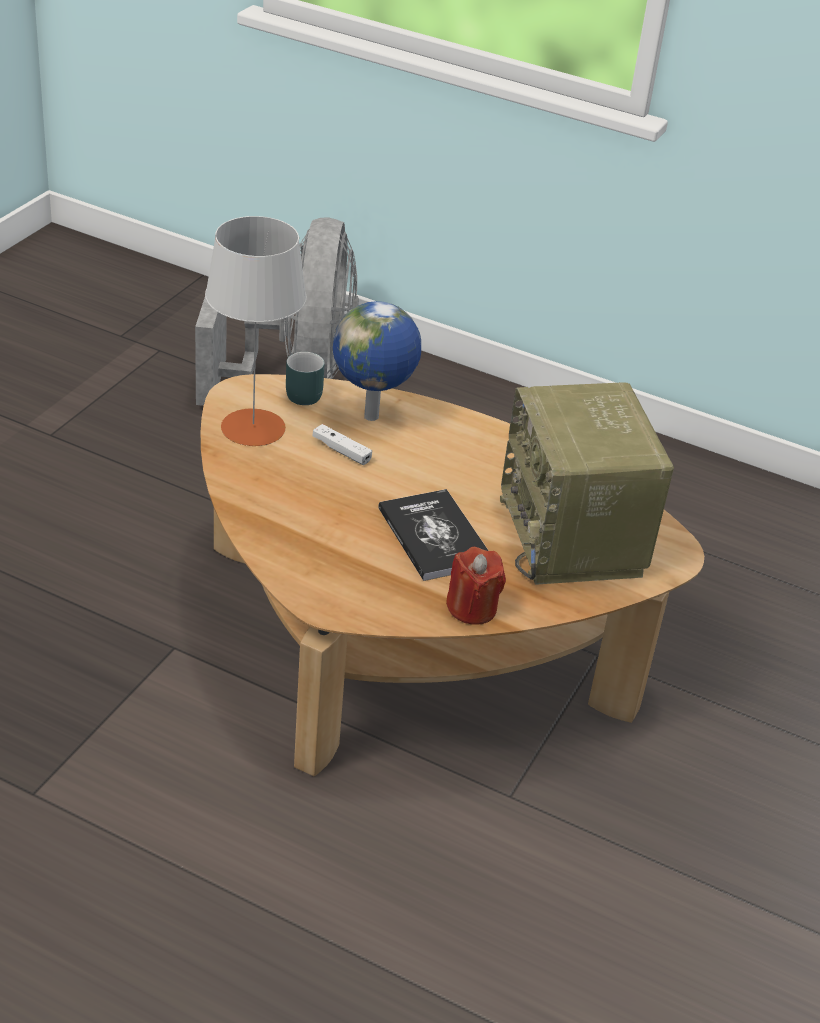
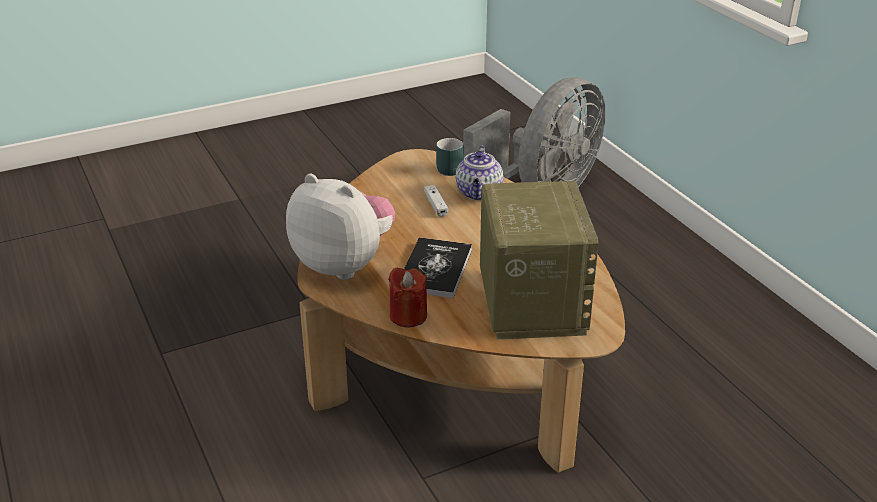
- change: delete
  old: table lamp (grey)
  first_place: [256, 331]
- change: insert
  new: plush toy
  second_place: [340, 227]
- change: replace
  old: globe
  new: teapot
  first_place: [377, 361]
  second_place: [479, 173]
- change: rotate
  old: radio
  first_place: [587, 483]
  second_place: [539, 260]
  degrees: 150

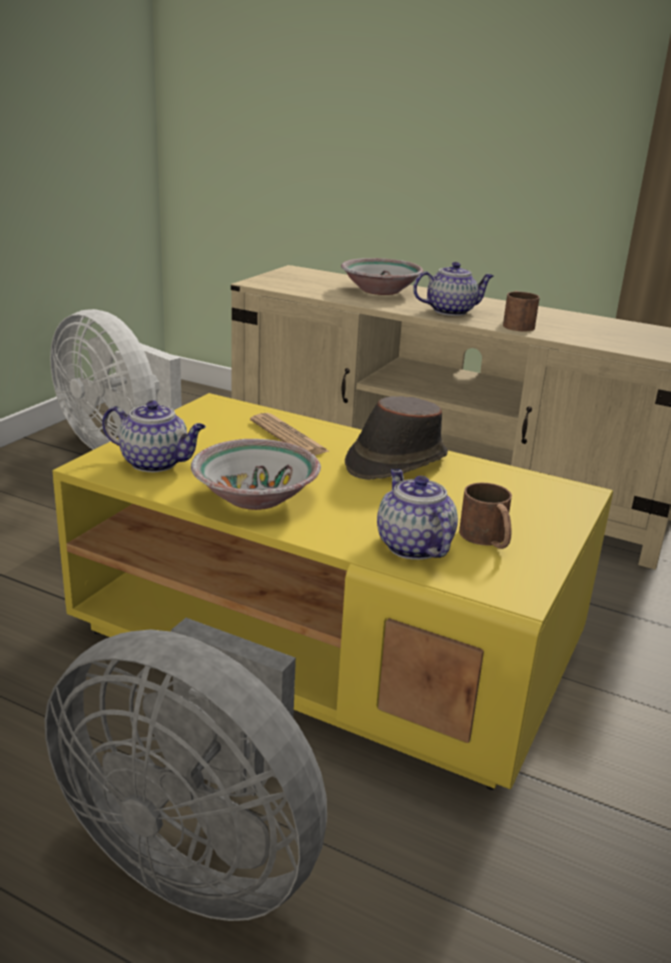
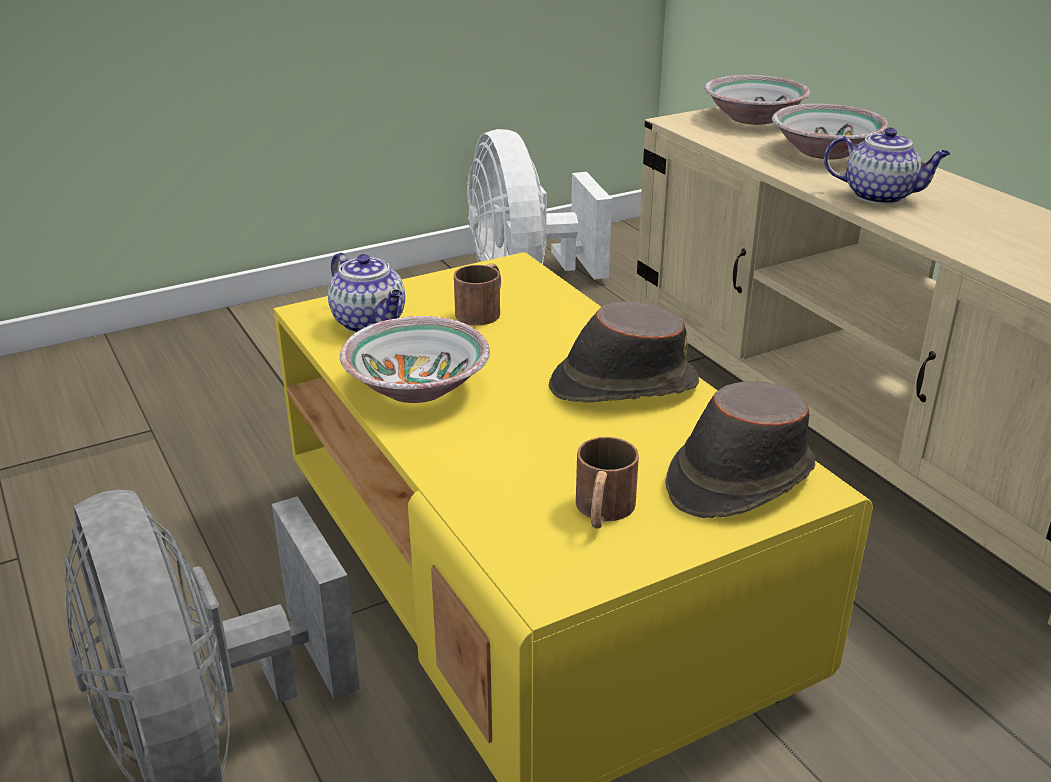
- change: delete
  old: newspaper
  first_place: [290, 434]
- change: delete
  old: teapot
  first_place: [417, 514]
- change: insert
  new: hat (brown)
  second_place: [740, 449]
- change: insert
  new: bowl
  second_place: [757, 100]
- change: move
  old: mug (brown)
  first_place: [521, 311]
  second_place: [477, 294]

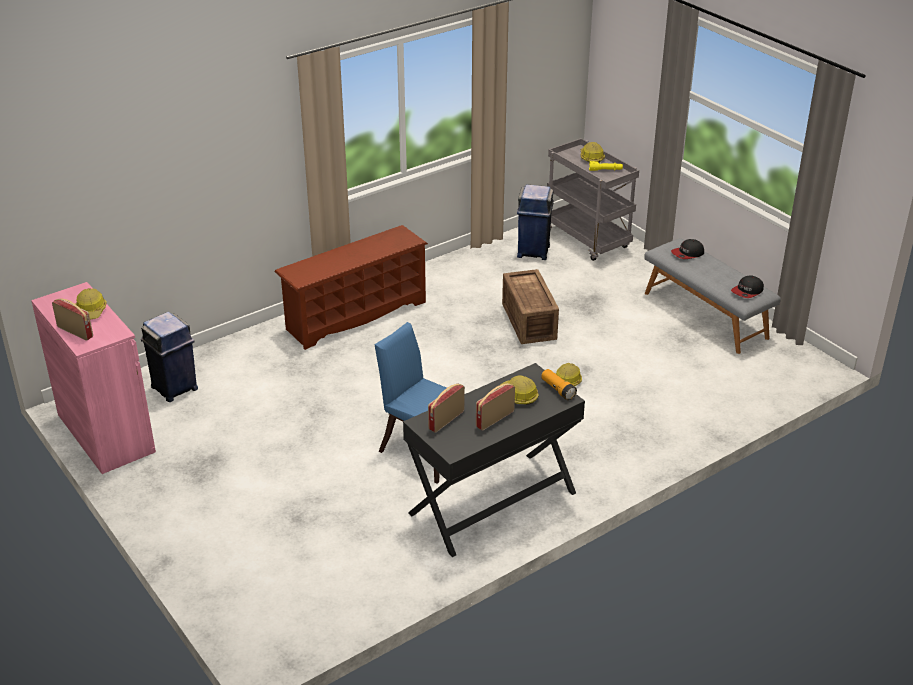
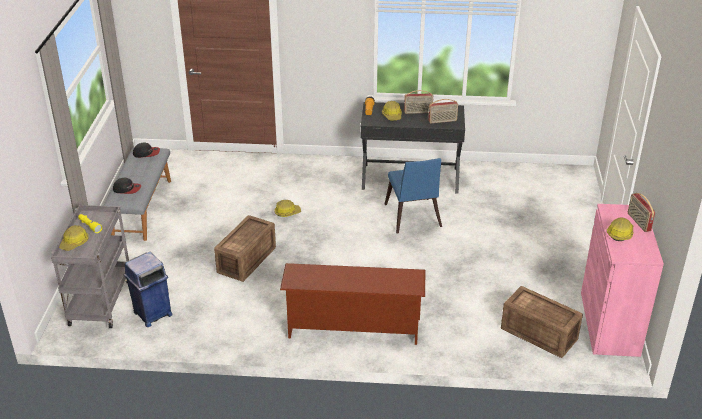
- change: replace
  old: trash can (blue)
  new: crate
  first_place: [169, 357]
  second_place: [542, 322]

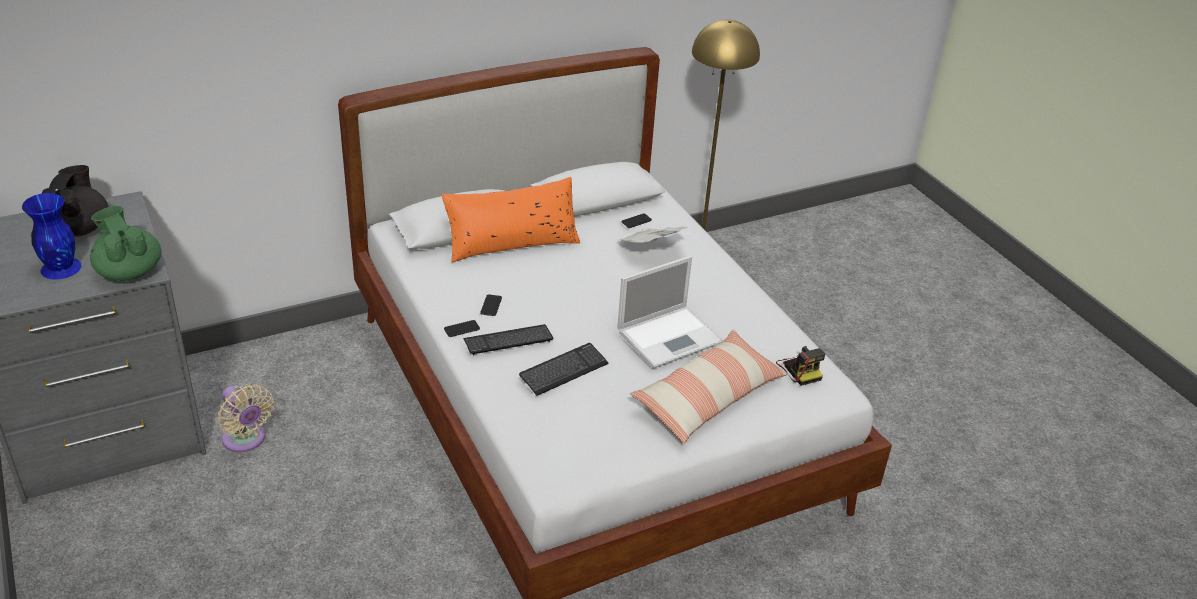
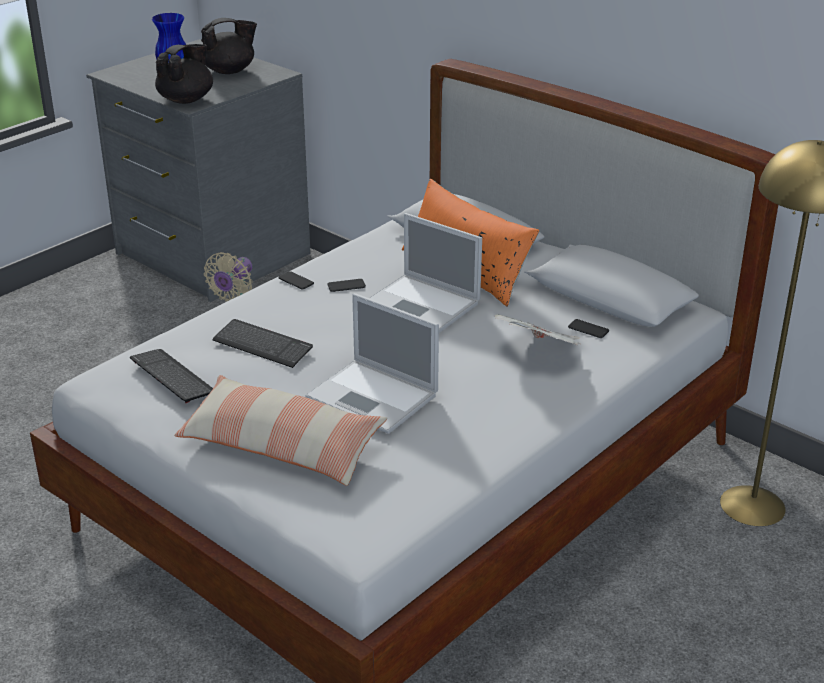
- change: delete
  old: photo camera
  first_place: [800, 366]
- change: insert
  new: laptop
  second_place: [425, 273]
- change: move
  old: keyboard
  first_place: [508, 339]
  second_place: [171, 376]
- change: recolor
  old: teapot (green)
  new: teapot (black)
  first_place: [125, 243]
  second_place: [184, 74]

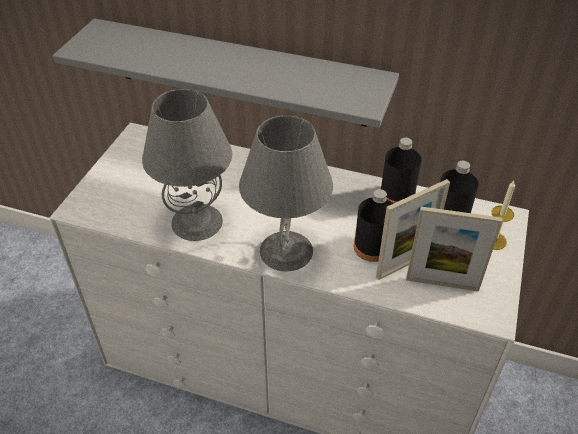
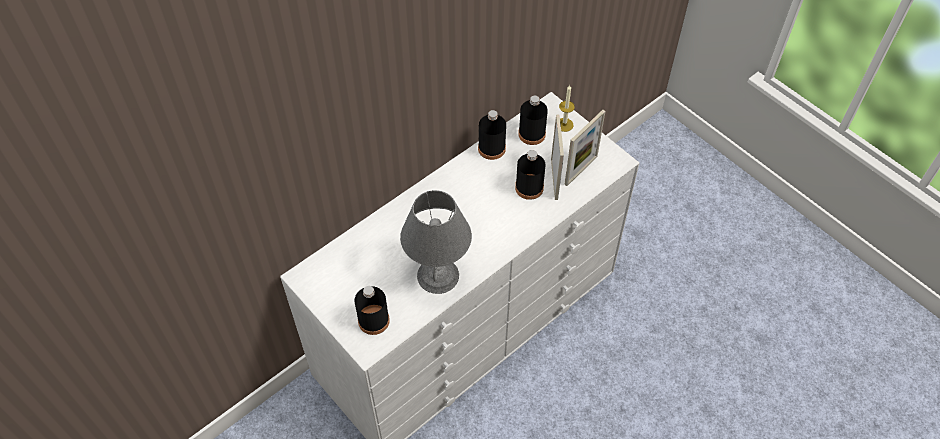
- change: delete
  old: shelf (grey)
  first_place: [225, 73]
- change: delete
  old: table lamp (grey)
  first_place: [286, 193]
- change: insert
  new: bottle (black)
  second_place: [372, 310]

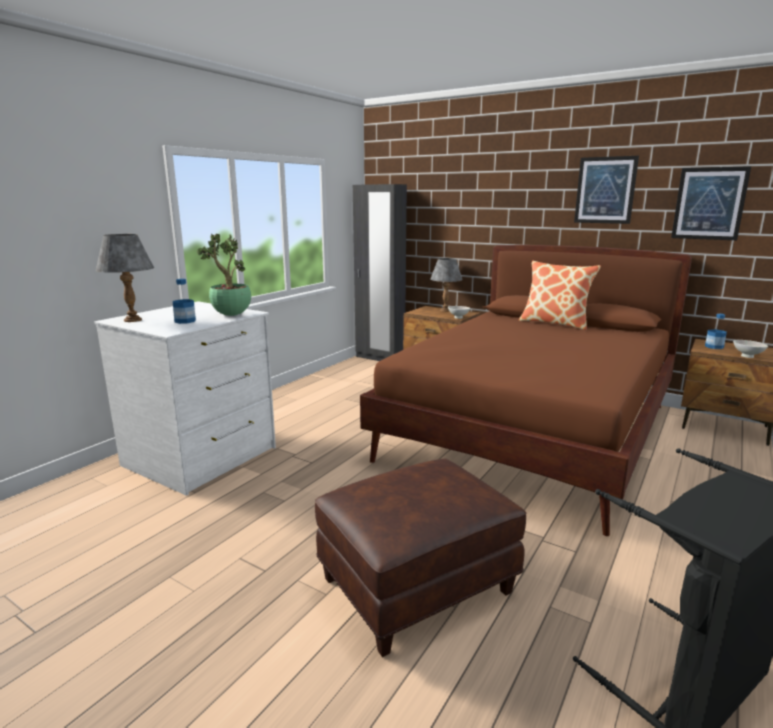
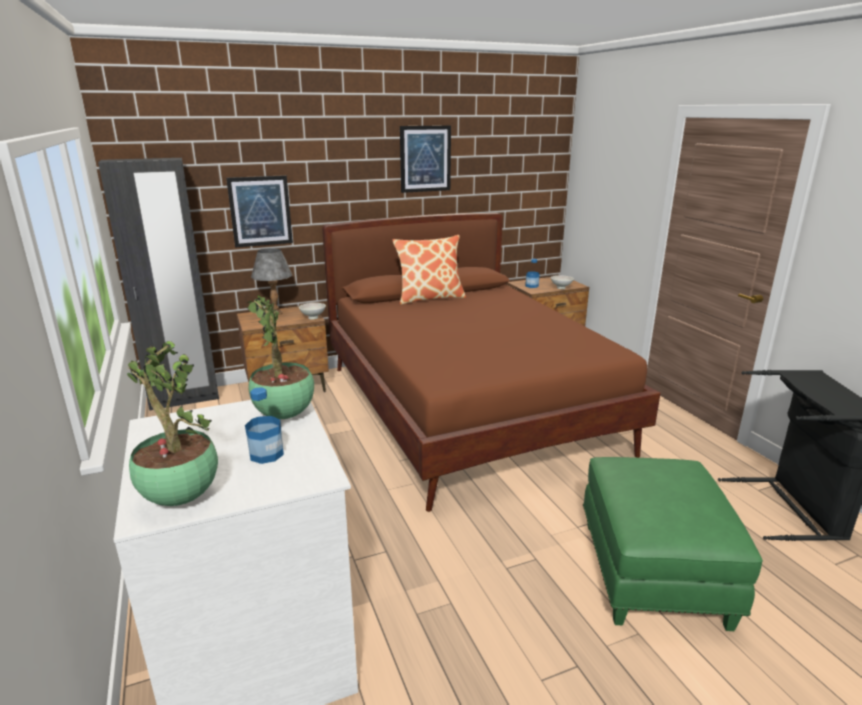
- change: move
  old: picture
  first_place: [711, 203]
  second_place: [259, 211]
- change: replace
  old: table lamp (grey)
  new: potted plant
  first_place: [125, 278]
  second_place: [172, 423]
- change: recolor
  old: ottoman (brown)
  new: ottoman (green)
  first_place: [420, 558]
  second_place: [673, 544]

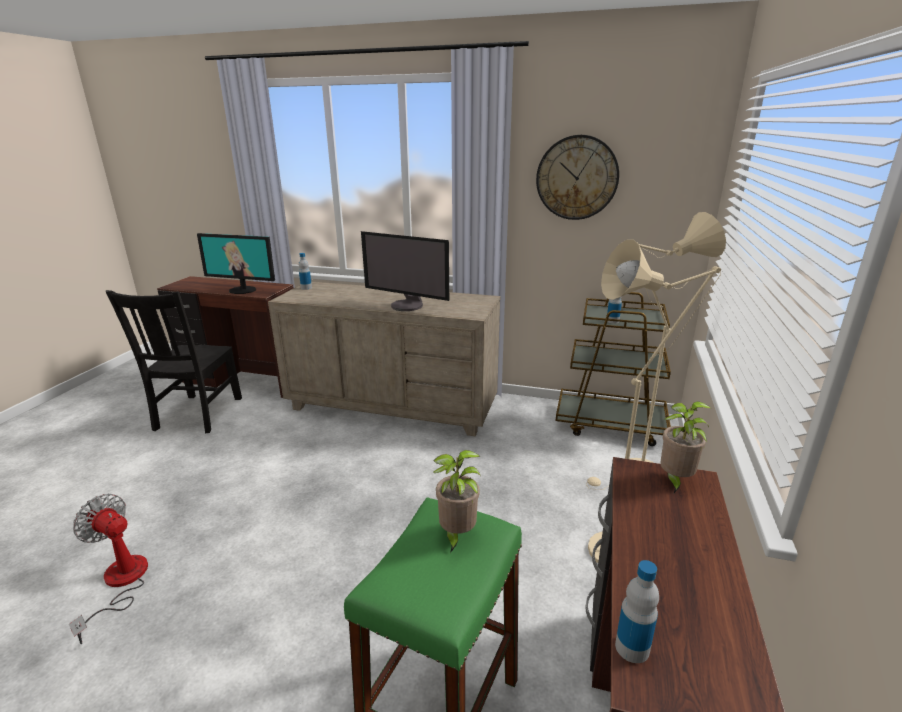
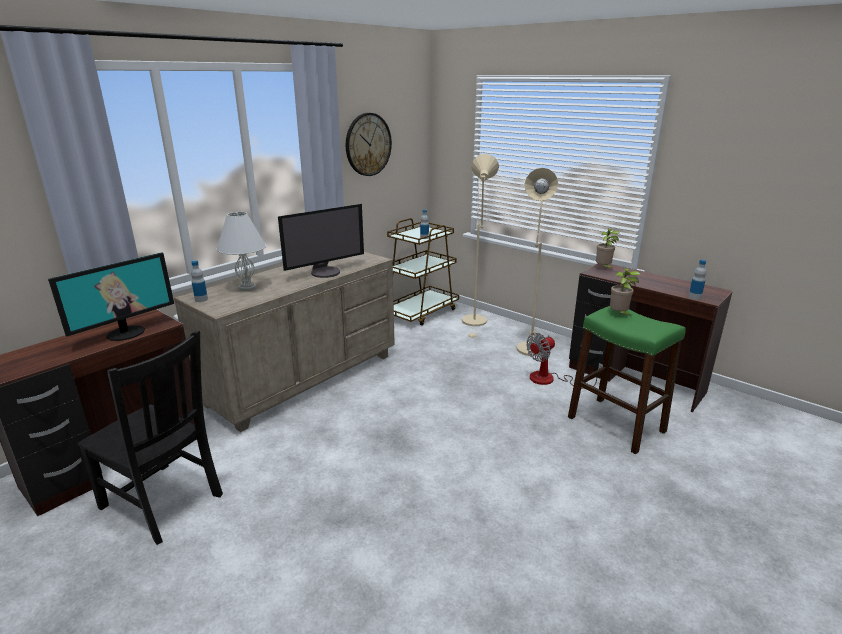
- change: insert
  new: table lamp (white)
  second_place: [241, 251]
- change: move
  old: fan
  first_place: [108, 569]
  second_place: [564, 361]

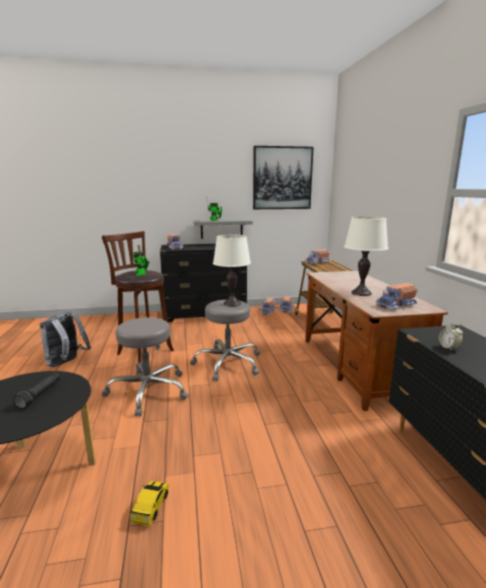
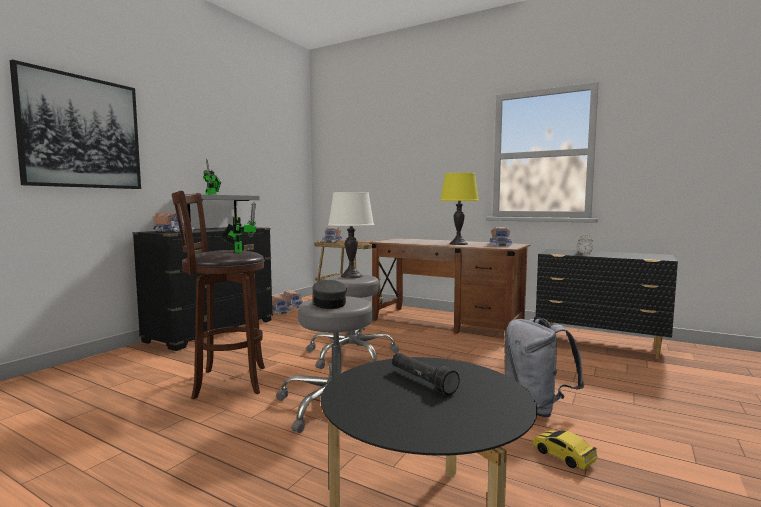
- change: insert
  new: cap (grey)
  second_place: [329, 294]
- change: move
  old: backpack (grey)
  first_place: [65, 339]
  second_place: [544, 367]
- change: move
  old: picture
  first_place: [283, 177]
  second_place: [75, 124]
- change: recolor
  old: table lamp (white)
  new: table lamp (yellow)
  first_place: [366, 256]
  second_place: [459, 209]

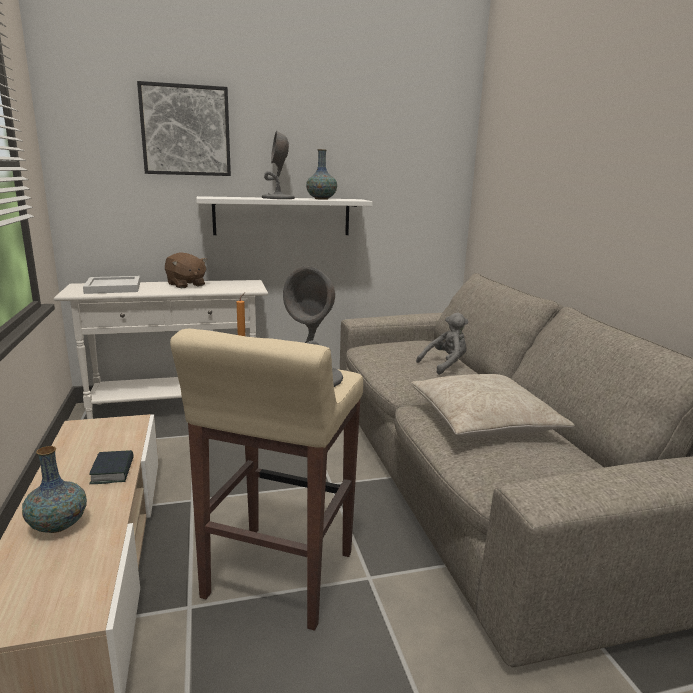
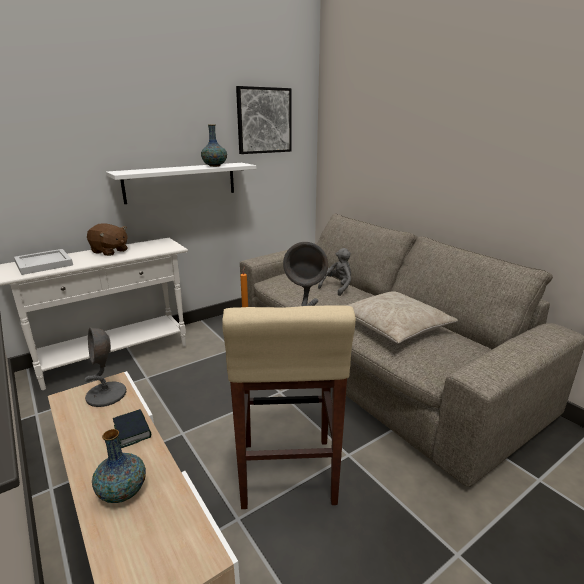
- change: move
  old: picture
  first_place: [184, 128]
  second_place: [264, 120]
- change: move
  old: table lamp (grey)
  first_place: [278, 165]
  second_place: [105, 367]

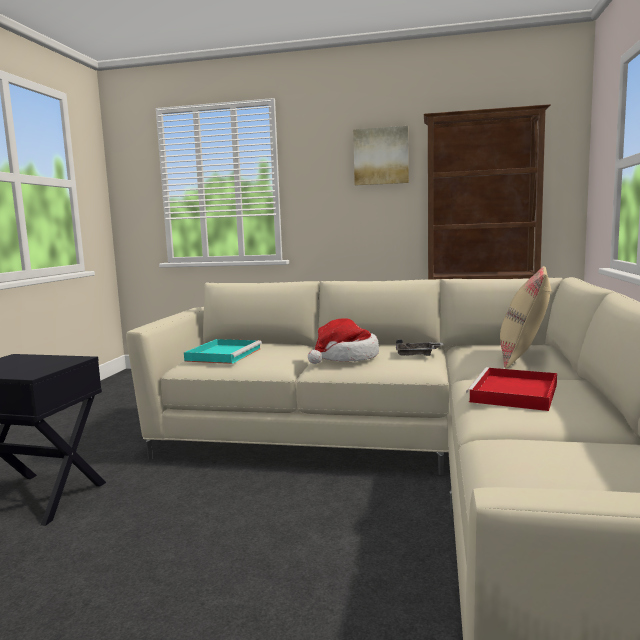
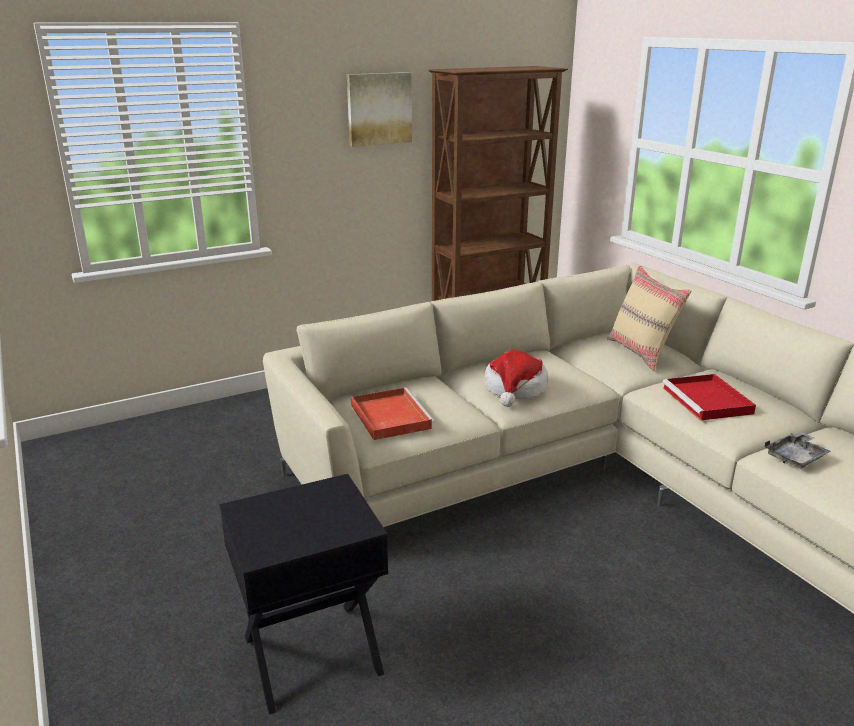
- change: move
  old: tray (grey)
  first_place: [419, 347]
  second_place: [798, 450]
- change: recolor
  old: tray (turquoise)
  new: tray (red)
  first_place: [223, 351]
  second_place: [392, 413]

